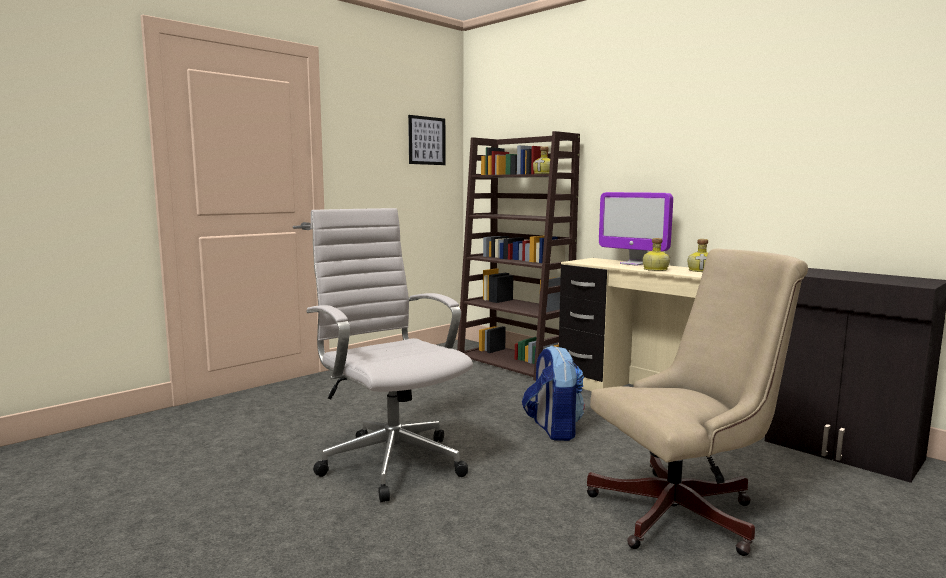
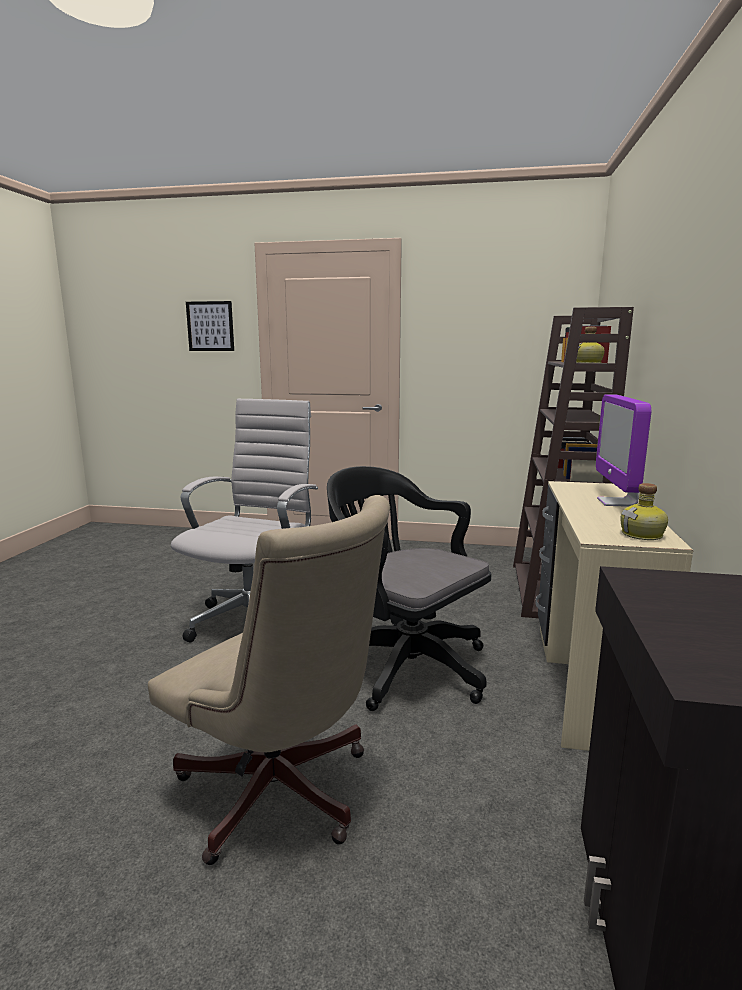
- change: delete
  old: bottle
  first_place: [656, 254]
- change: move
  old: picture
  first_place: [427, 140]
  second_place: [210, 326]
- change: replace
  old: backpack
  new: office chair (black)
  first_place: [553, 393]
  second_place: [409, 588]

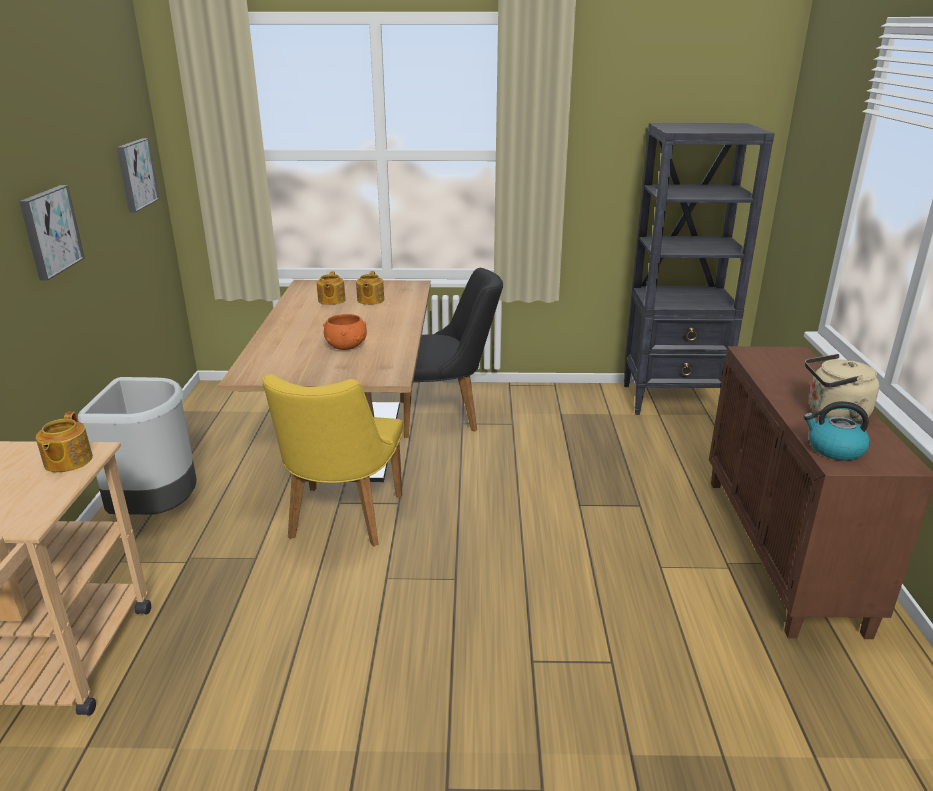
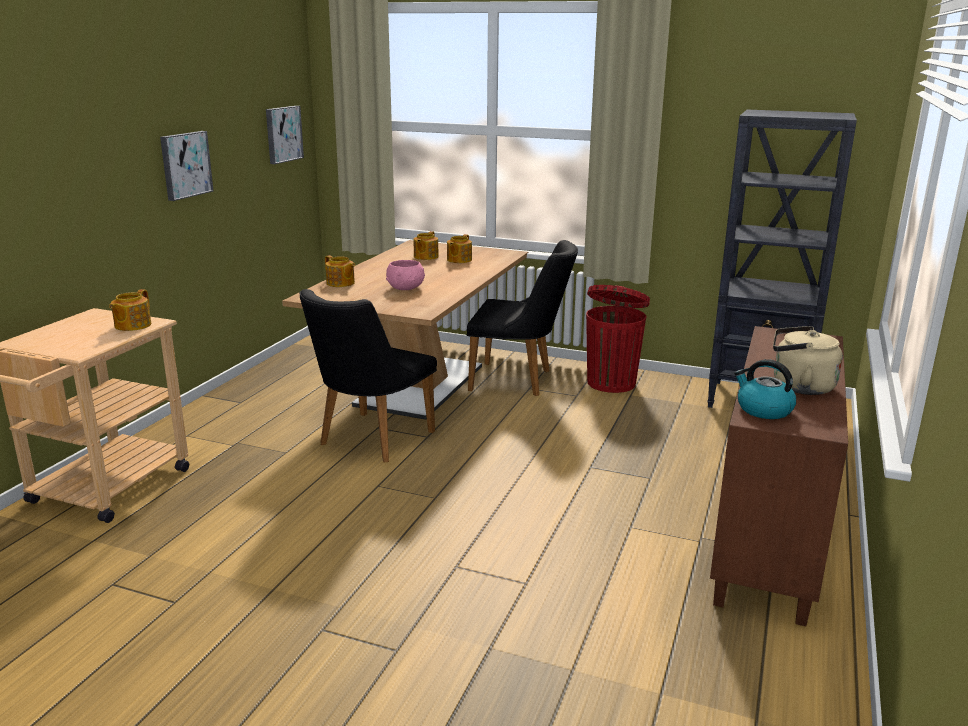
- change: delete
  old: trash can (grey)
  first_place: [137, 446]
- change: insert
  new: teapot
  second_place: [340, 271]
- change: insert
  new: trash can (red)
  second_place: [618, 339]
- change: recolor
  old: chair (yellow)
  new: chair (black)
  first_place: [332, 460]
  second_place: [368, 376]
- change: recolor
  old: bowl (orange)
  new: bowl (pink)
  first_place: [345, 332]
  second_place: [405, 275]

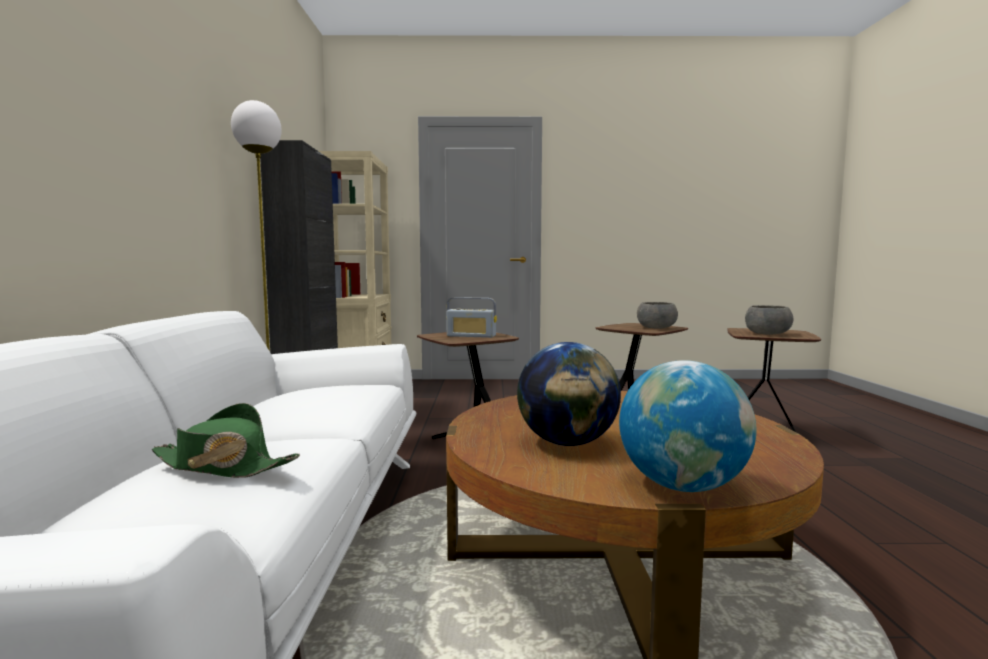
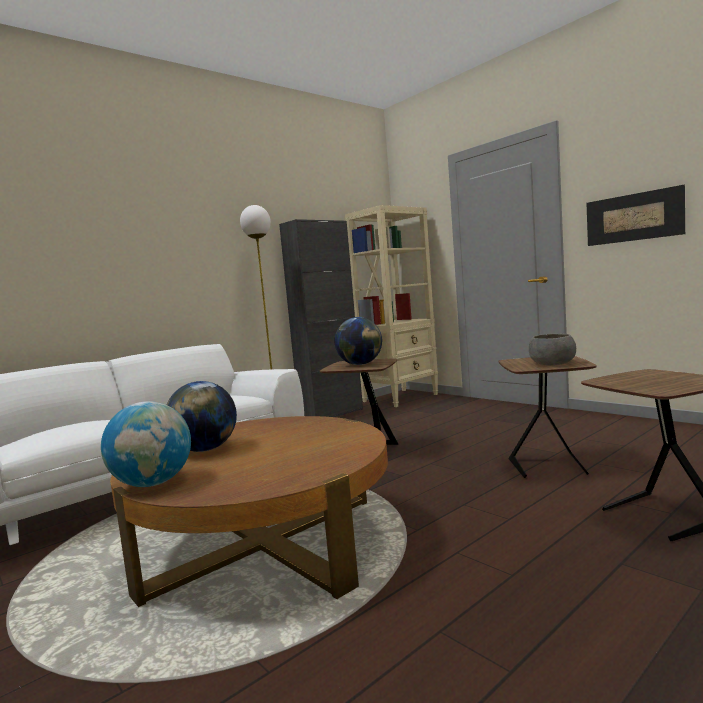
- change: delete
  old: hat (green)
  first_place: [226, 440]
- change: delete
  old: bowl (grey)
  first_place: [769, 320]
- change: insert
  new: picture
  second_place: [636, 215]
- change: replace
  old: radio
  new: globe
  first_place: [471, 317]
  second_place: [358, 341]

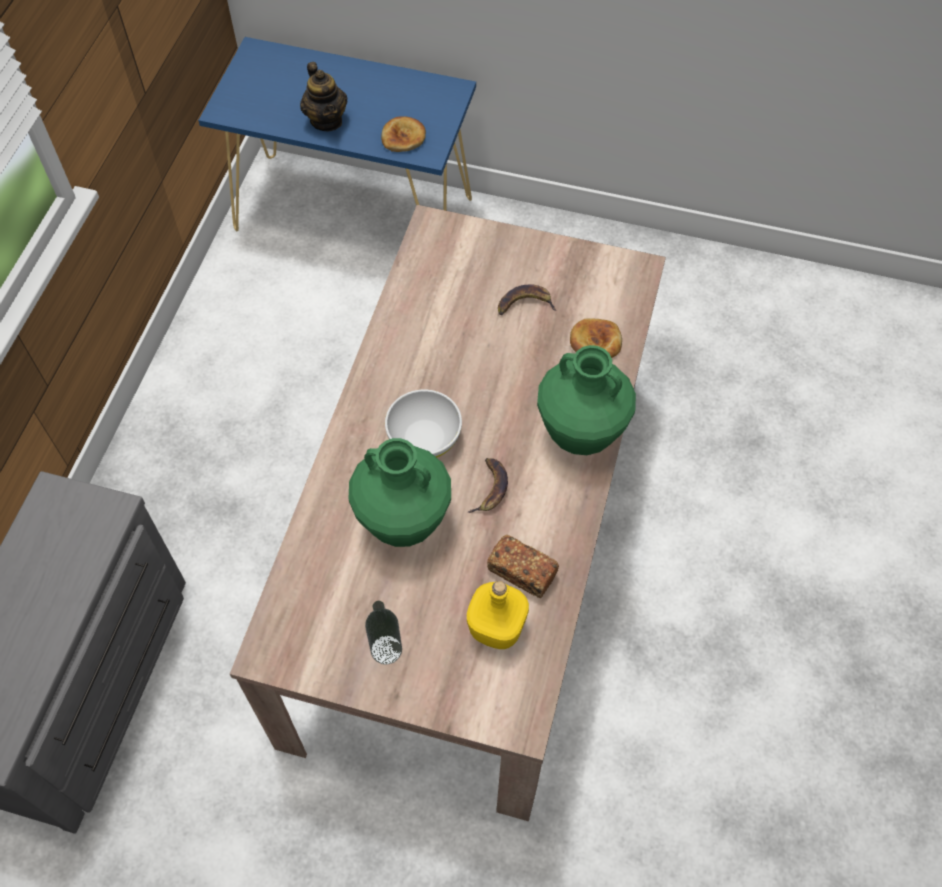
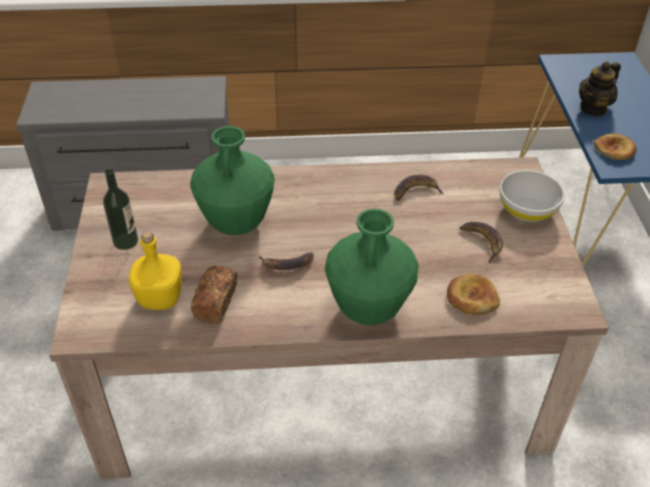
- change: insert
  new: banana
  second_place: [418, 187]
- change: move
  old: bowl (white)
  first_place: [423, 423]
  second_place: [532, 196]

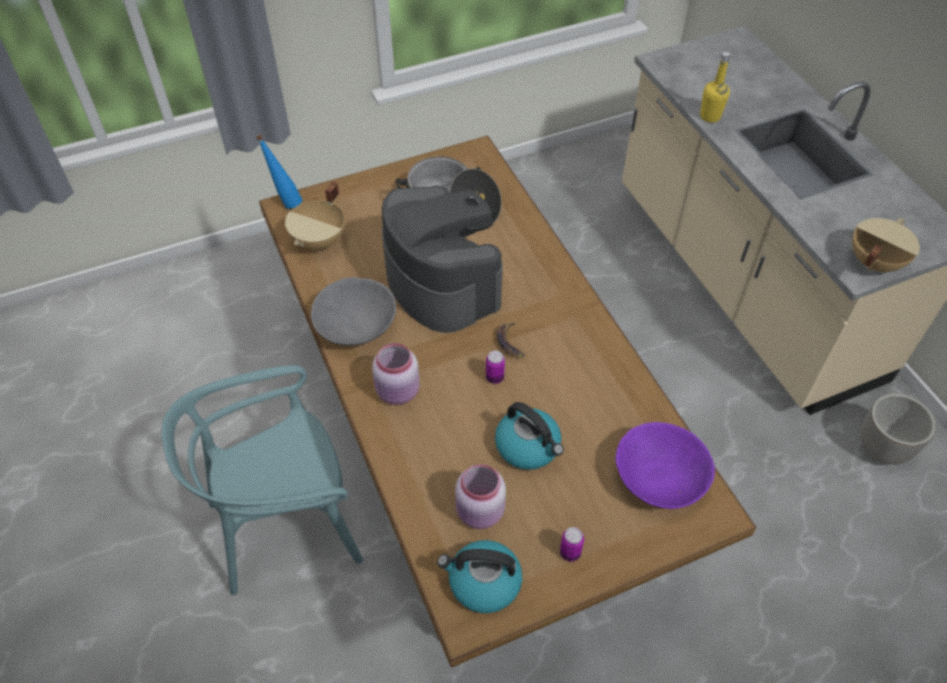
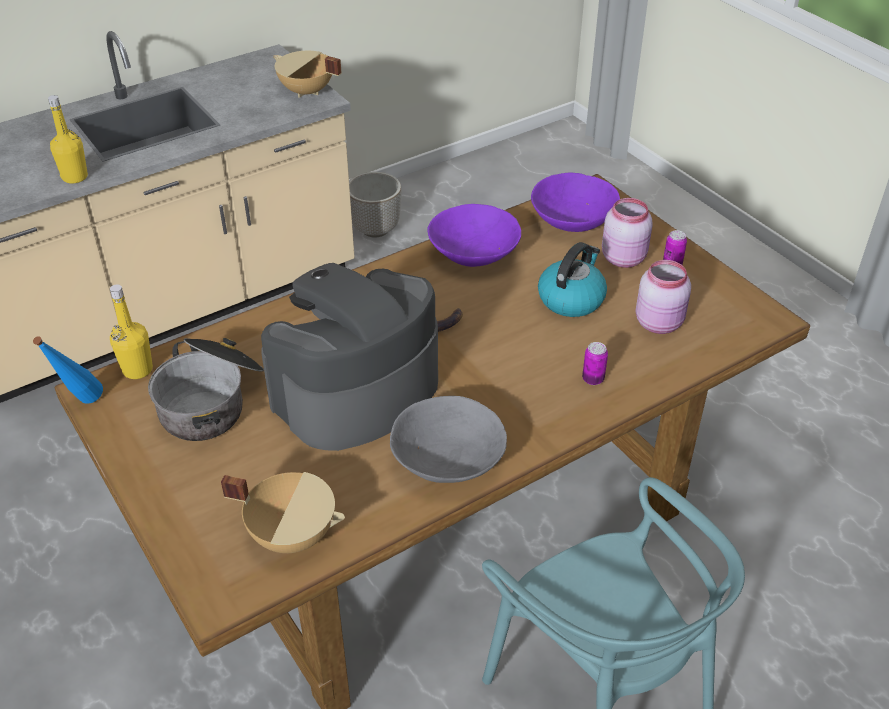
- change: delete
  old: kettle
  first_place: [479, 576]
- change: insert
  new: bottle (yellow)
  second_place: [131, 331]
- change: insert
  new: bowl (purple)
  second_place: [474, 235]
- change: move
  old: bottle (blue)
  first_place: [279, 172]
  second_place: [68, 370]
- change: move
  old: jar (pink)
  first_place: [396, 374]
  second_place: [627, 233]
- change: move
  old: can
  first_place: [495, 367]
  second_place: [595, 363]

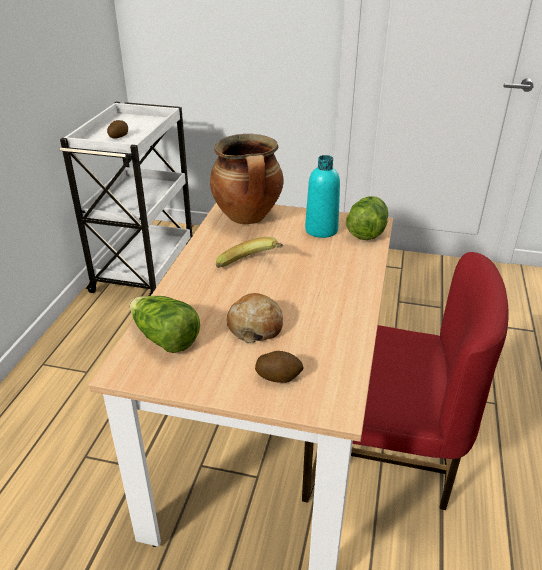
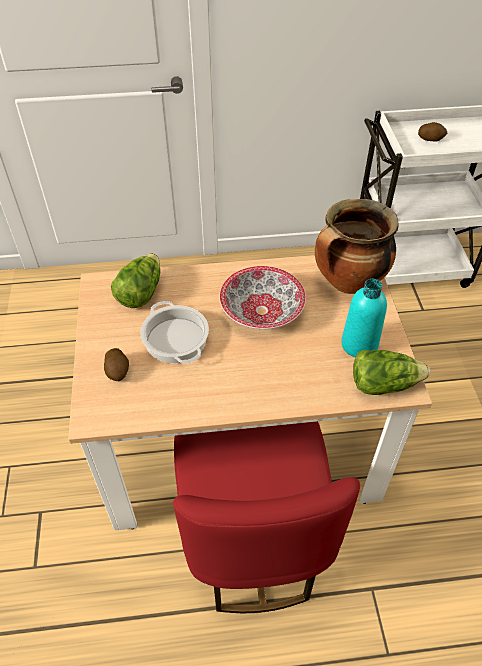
- change: replace
  old: banana
  new: bowl
  first_place: [250, 252]
  second_place: [262, 297]
- change: replace
  old: bread
  new: cooking pot
  first_place: [255, 318]
  second_place: [174, 332]

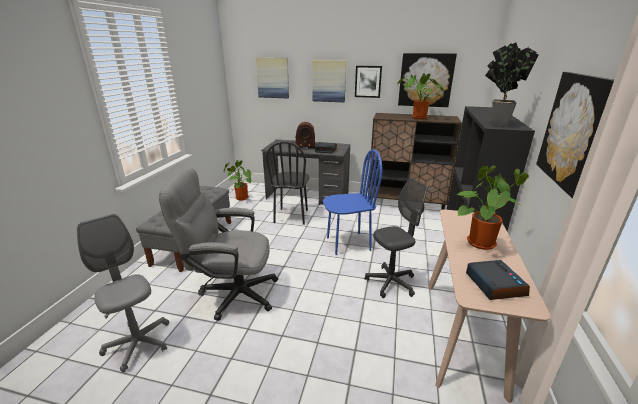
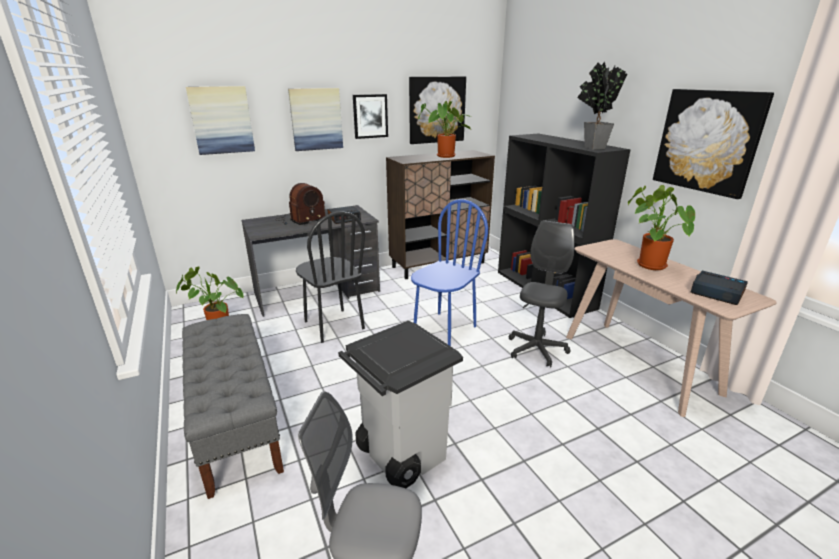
- change: replace
  old: office chair (grey)
  new: trash can (grey)
  first_place: [218, 244]
  second_place: [400, 404]

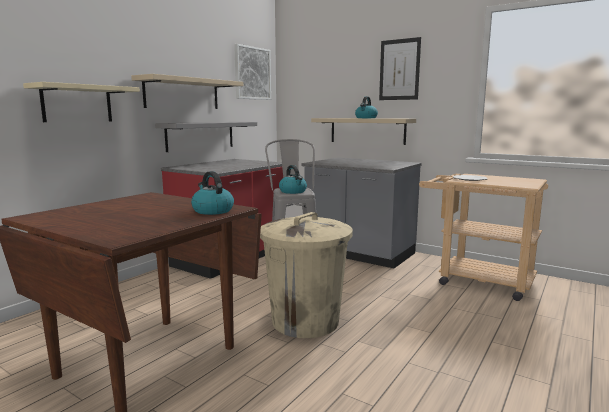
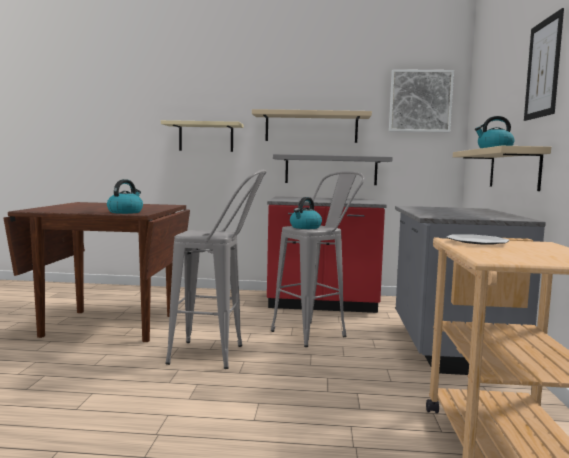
- change: replace
  old: trash can (beige)
  new: stool (grey)
  first_place: [306, 275]
  second_place: [216, 269]

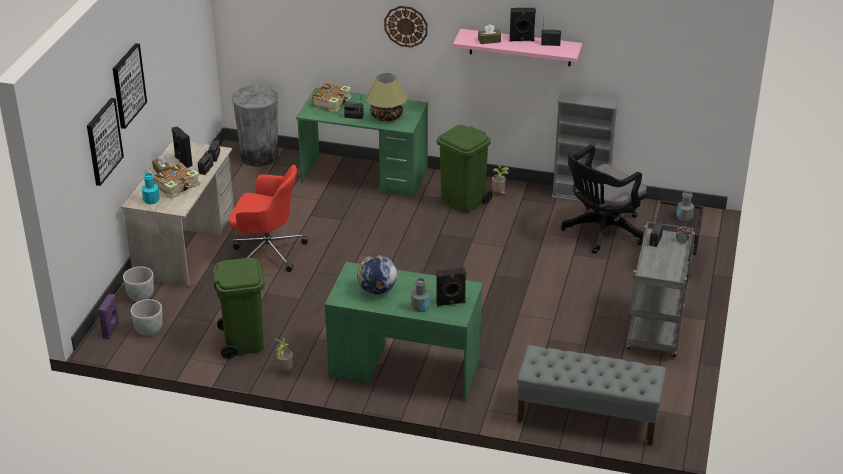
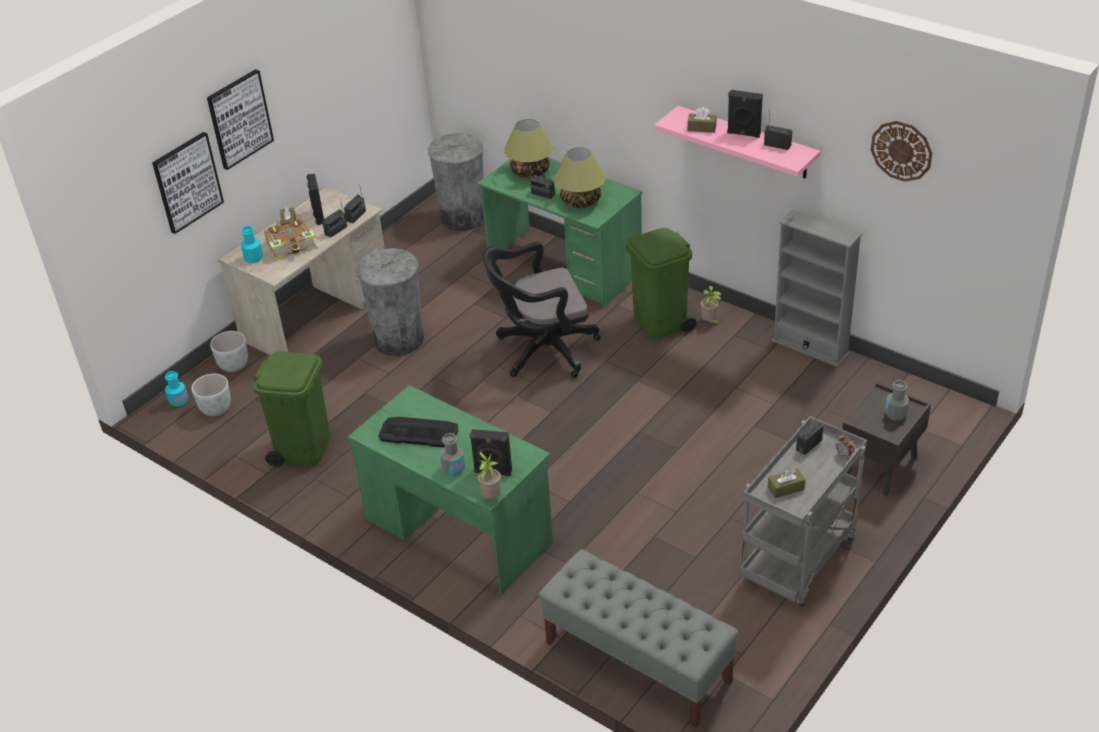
- change: insert
  new: tissue box (brown)
  second_place: [786, 483]
- change: move
  old: potted plant
  first_place: [284, 353]
  second_place: [489, 475]
- change: move
  old: wall clock
  first_place: [406, 27]
  second_place: [901, 151]
- change: move
  old: office chair (black)
  first_place: [604, 199]
  second_place: [542, 310]
- change: replace
  old: speaker (purple)
  new: bottle (turquoise)
  first_place: [108, 317]
  second_place: [176, 389]
- change: replace
  old: office chair (red)
  new: trash can (grey)
  first_place: [269, 218]
  second_place: [390, 302]
- change: replace
  old: book
  new: table lamp
  first_place: [331, 98]
  second_place: [529, 148]
- change: replace
  old: globe
  new: keyboard
  first_place: [377, 274]
  second_place: [418, 432]

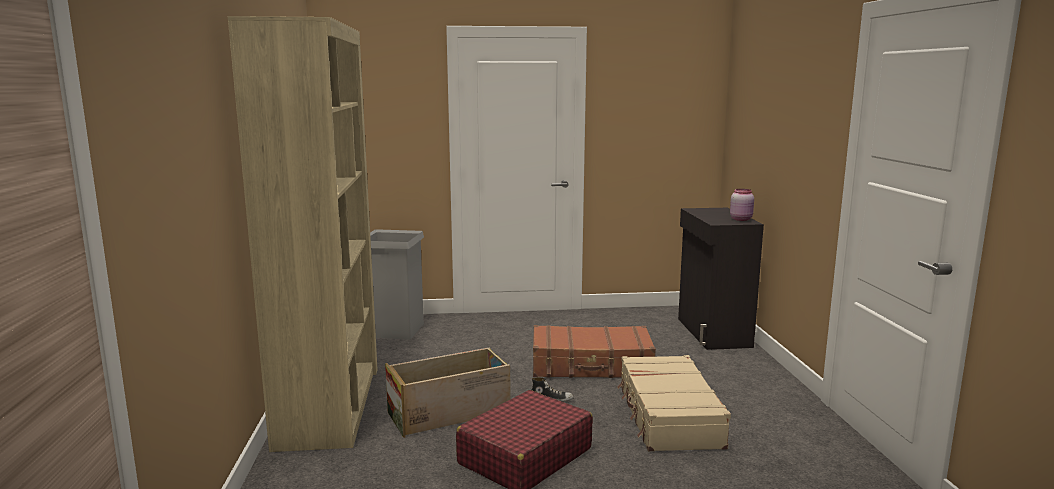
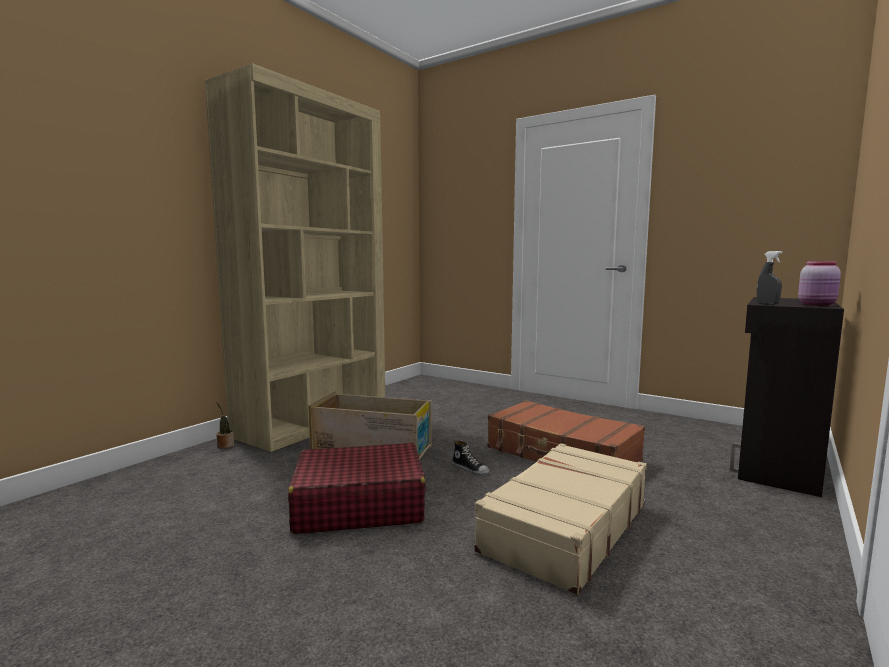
- change: delete
  old: trash can (grey)
  first_place: [397, 284]
- change: insert
  new: potted plant
  second_place: [225, 426]
- change: insert
  new: spray bottle (grey)
  second_place: [769, 278]

